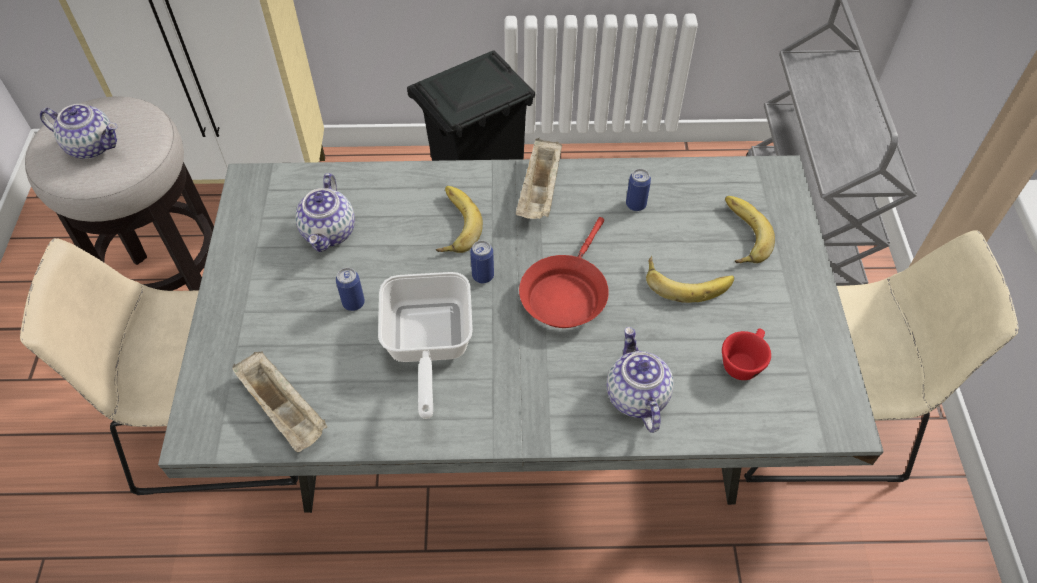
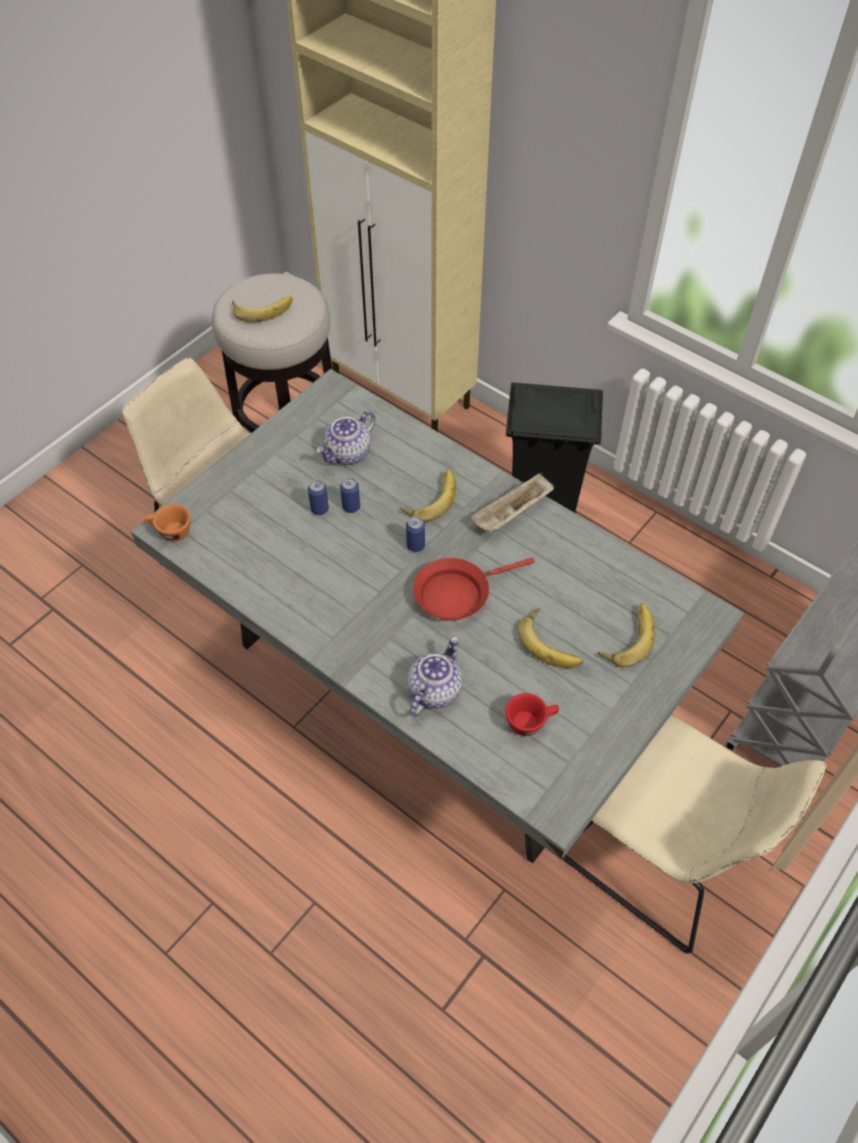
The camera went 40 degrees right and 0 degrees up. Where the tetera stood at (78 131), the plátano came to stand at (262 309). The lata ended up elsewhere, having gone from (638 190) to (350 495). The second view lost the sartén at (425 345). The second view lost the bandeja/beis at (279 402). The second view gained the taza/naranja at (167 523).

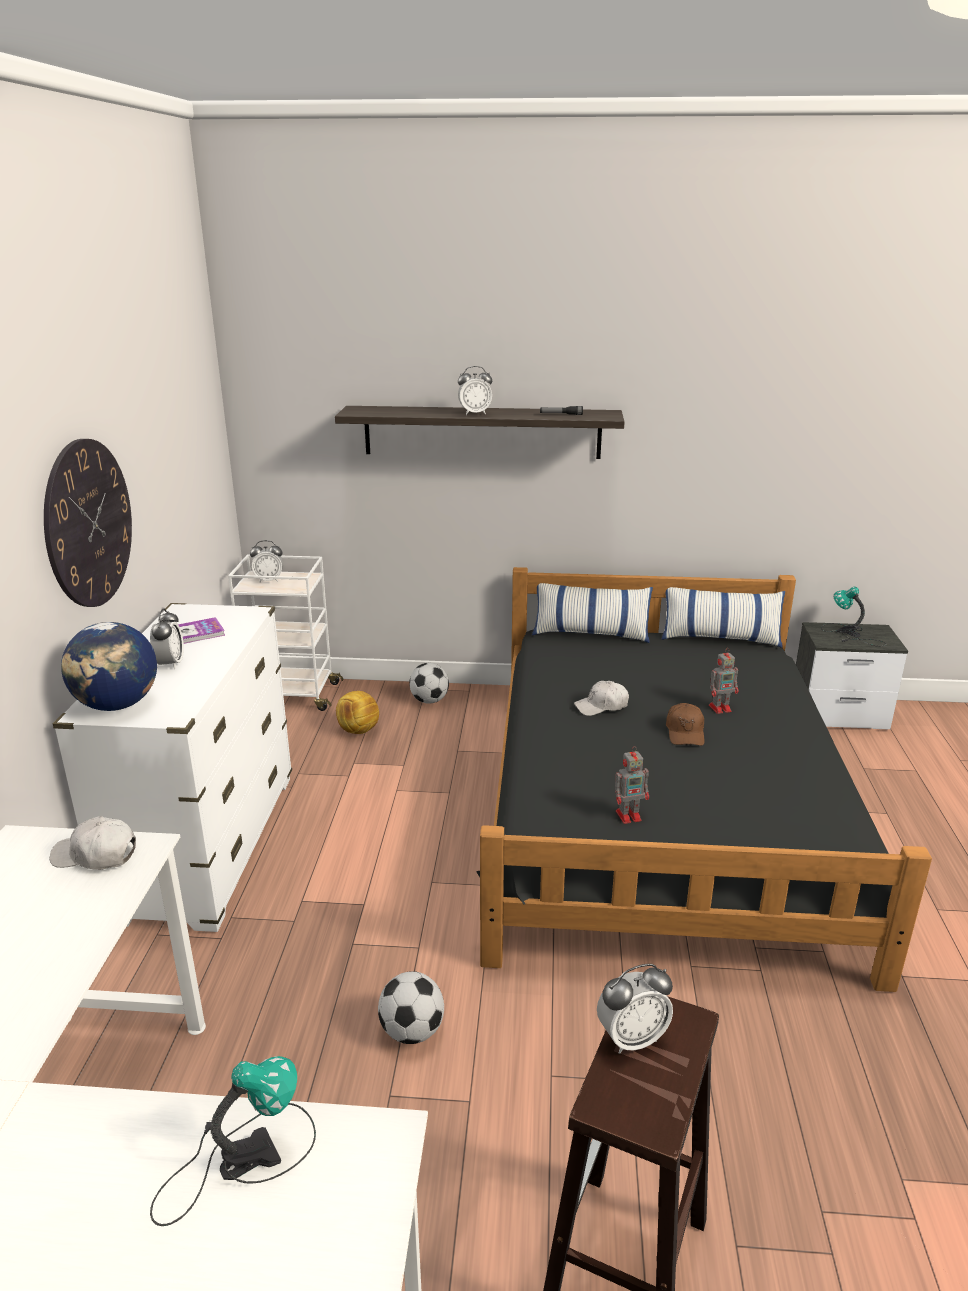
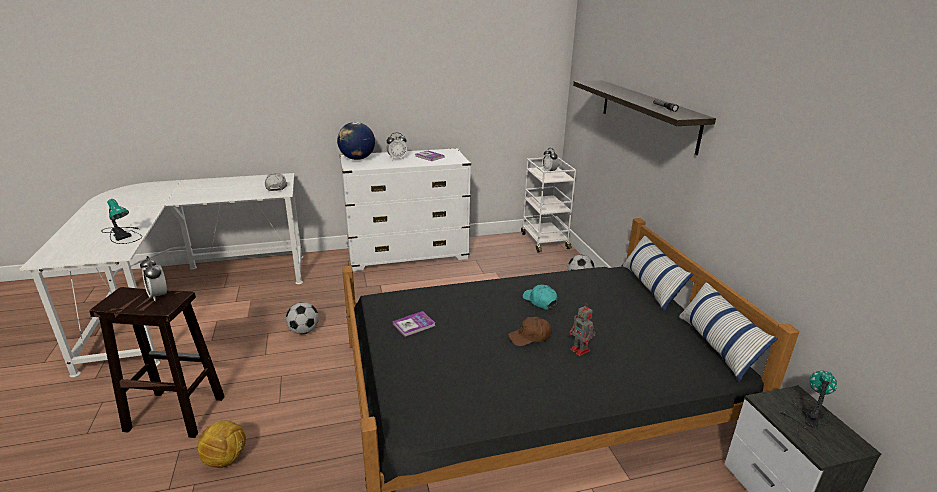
The camera went 70 degrees right and 0 degrees up. The second view lost the despertador at (475 390). The second view lost the reloj de pared at (88 523). What was the gorra/blanco at (601 698) turned into the gorra/turquesa at (540 297). The balón de fútbol ended up elsewhere, having gone from (357 712) to (222 444). Where the robot de juguete stood at (632 785), the libro came to stand at (414 324).

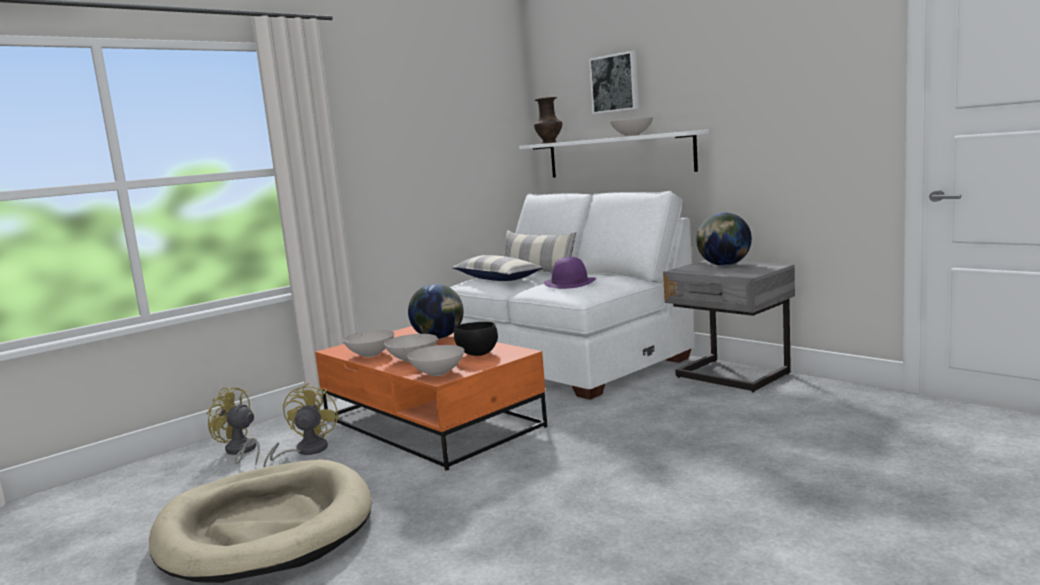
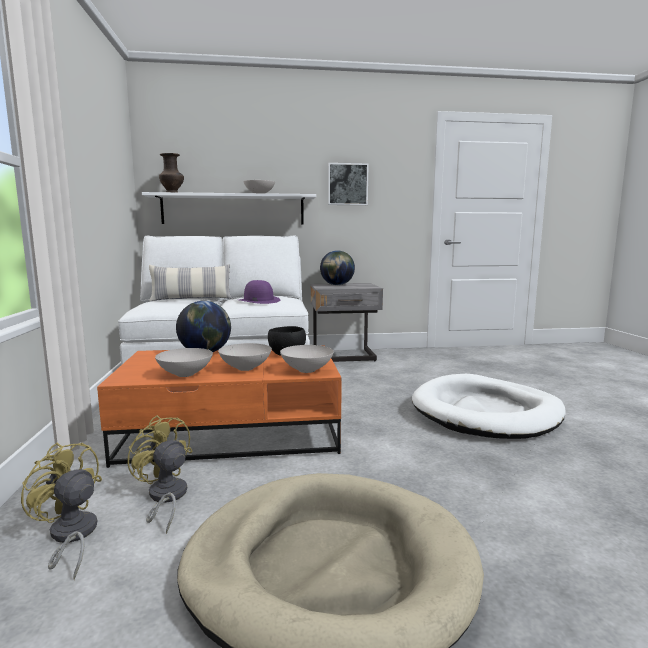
The camera went 55 degrees left and 0 degrees up. The cuadro ended up elsewhere, having gone from (614 82) to (348 184). The second view lost the cojín at (497 268). The ventilador/amarillo at (233 426) ended up facing another way, 60 degrees clockwise from before. The second view gained the cama para perro/blanco at (489 406).

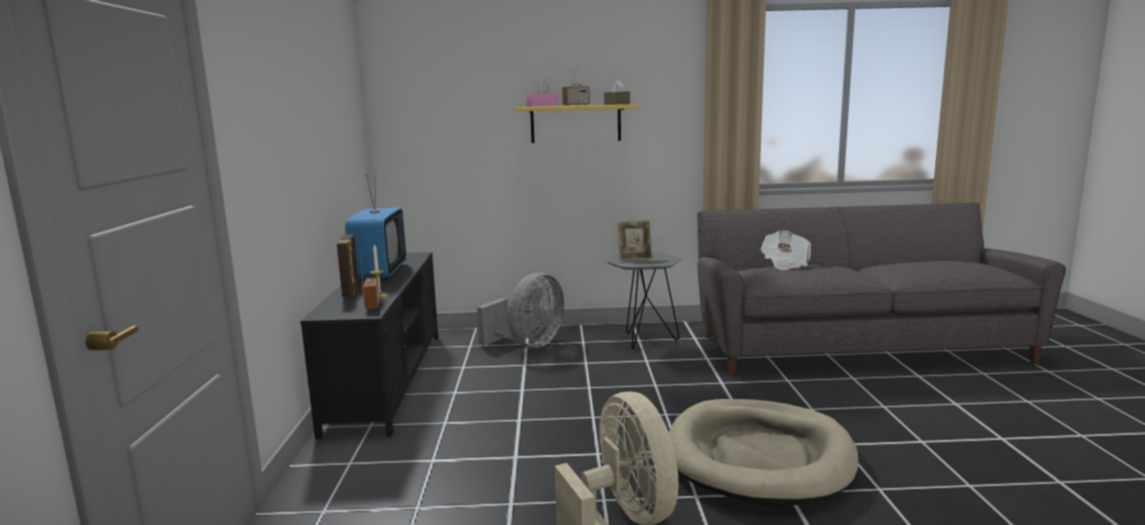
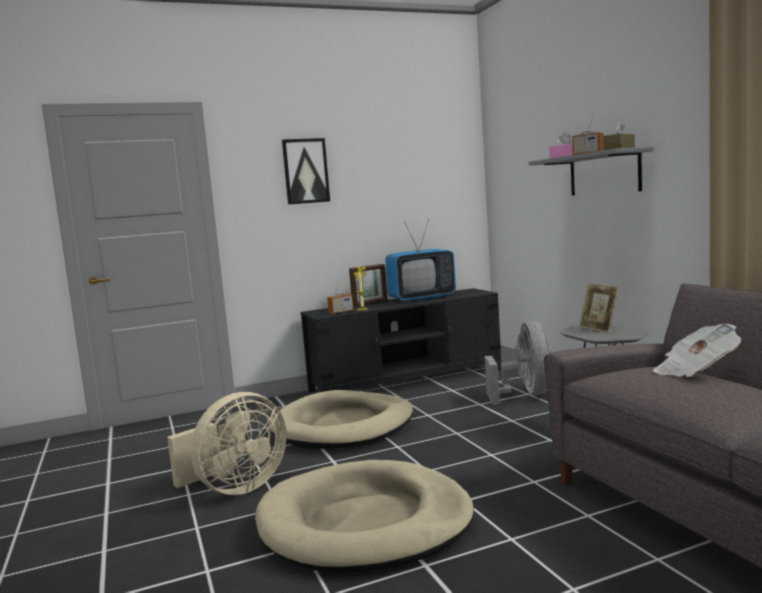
The camera went 70 degrees right and 5 degrees down. What was the estante/amarillo at (577 123) turned into the estante/gris at (591 171). The ventilador/gris at (520 310) ended up facing another way, 105 degrees counterclockwise from before. The second view gained the cuadro at (306 171). The second view gained the cama para perro/beis at (341 419).

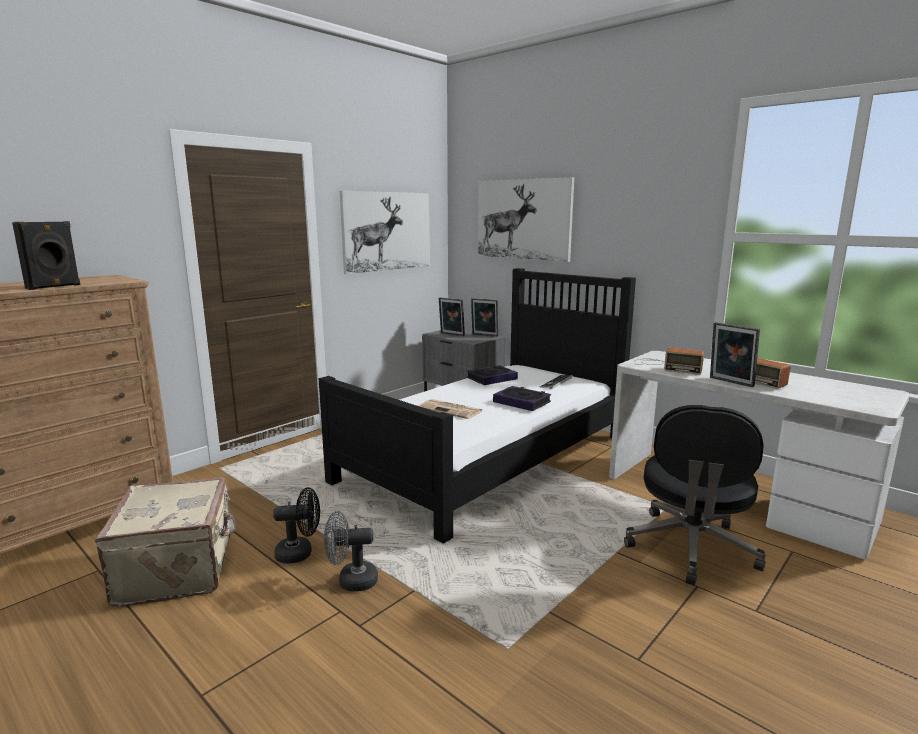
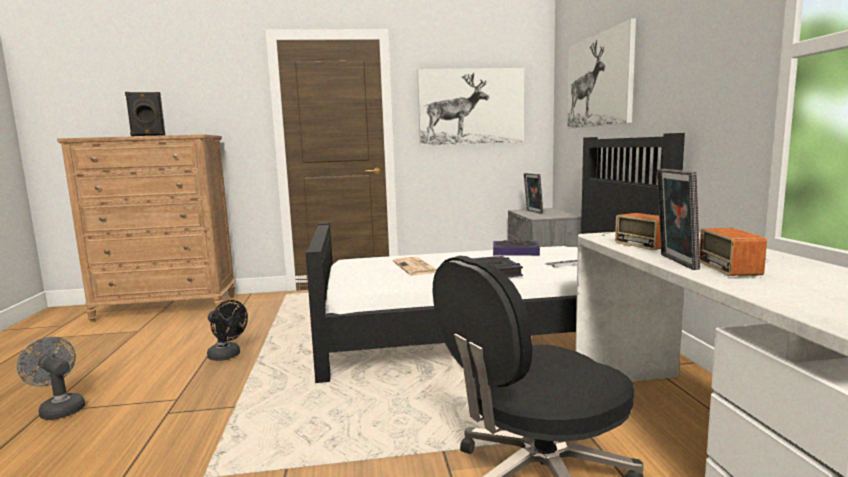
The camera went 40 degrees right and 5 degrees down. The second view lost the portarretratos at (485 317). The second view lost the maleta/beis at (166 542). The ventilador/gris ended up elsewhere, having gone from (351 551) to (51 378).

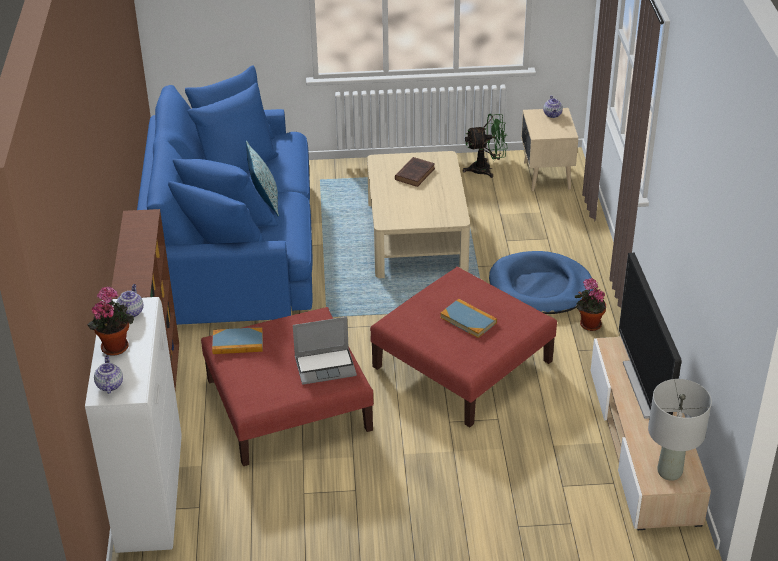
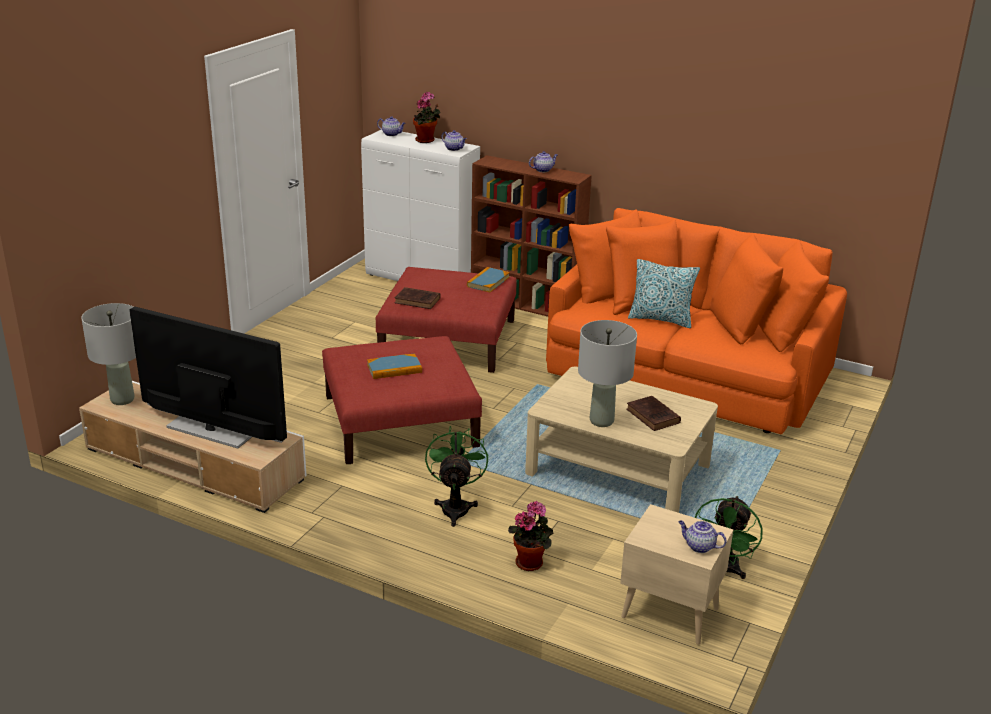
The camera went 120 degrees right and 10 degrees down. What was the sofá/azul at (225 195) turned into the sofá/naranja at (696 321). Where the cama para perro/azul stood at (541 282), the ventilador/verde came to stand at (456 476). The planta en maceta ended up elsewhere, having gone from (590 304) to (530 536). Where the portátil stood at (325 350), the libro/marrón came to stand at (417 298). The second view gained the tetera at (543 161). The second view gained the lámpara de mesa/gris at (607 373).

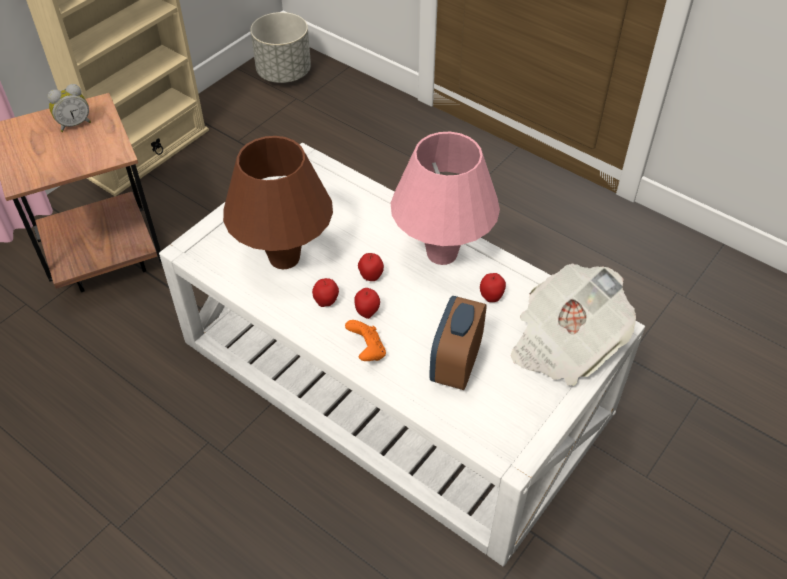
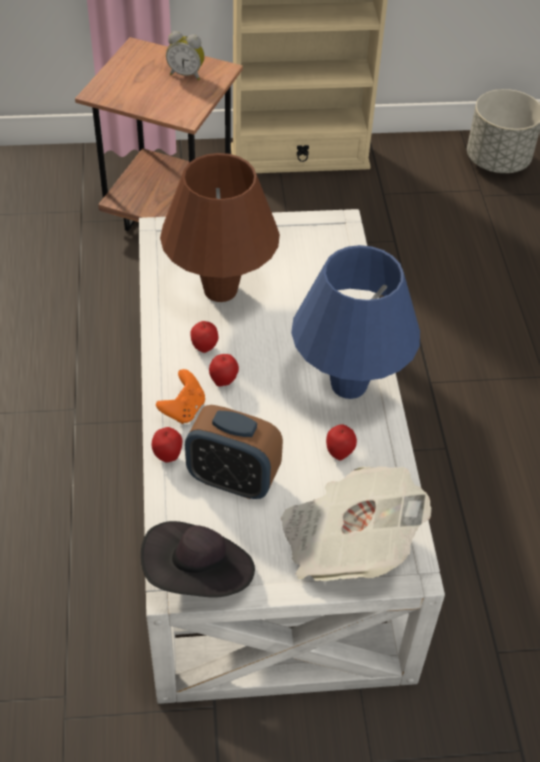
The camera went 45 degrees right and 0 degrees up. What was the lámpara de mesa/rosa at (445 198) turned into the lámpara de mesa/azul at (355 322). The manzana ended up elsewhere, having gone from (371 267) to (167 444). The despertador at (458 343) ended up facing another way, 135 degrees counterclockwise from before. The second view gained the sombrero/negro at (198 559).

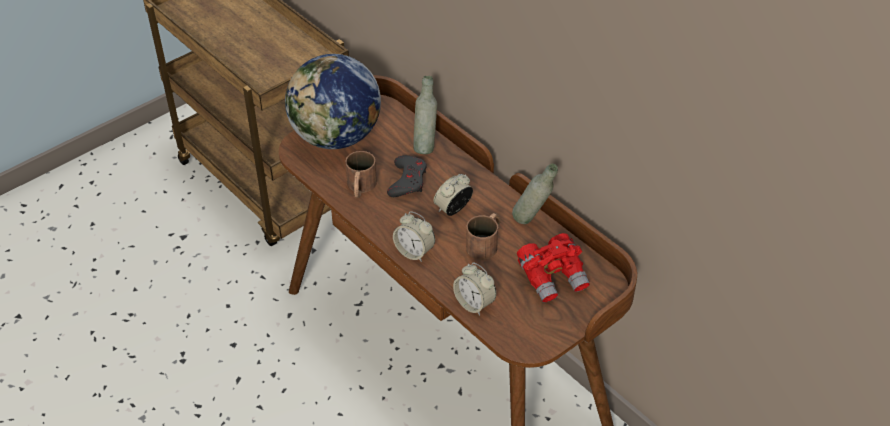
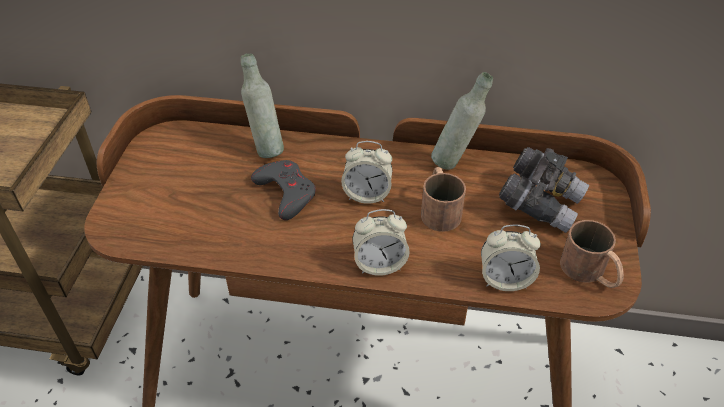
The camera went 40 degrees left and 0 degrees up. The second view lost the globo terráqueo at (333 101). The taza grande/marrón ended up elsewhere, having gone from (361 174) to (592 254). The despertador at (453 195) ended up facing another way, 90 degrees counterclockwise from before. What was the prismáticos/rojo at (553 268) turned into the prismáticos/gris at (544 190).

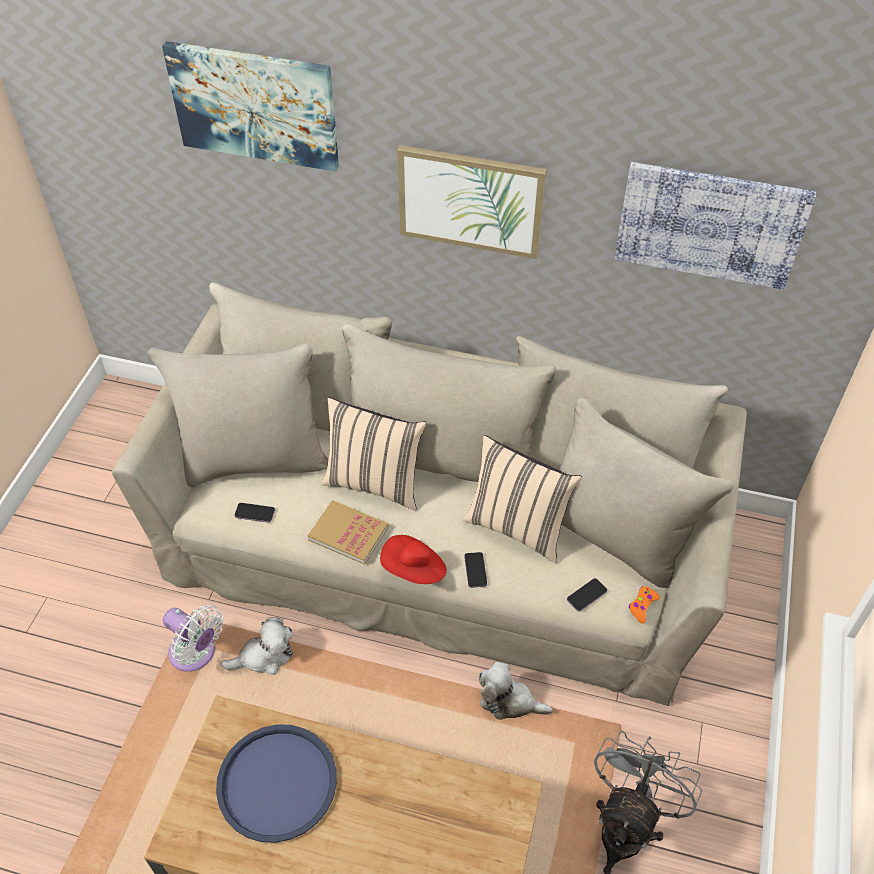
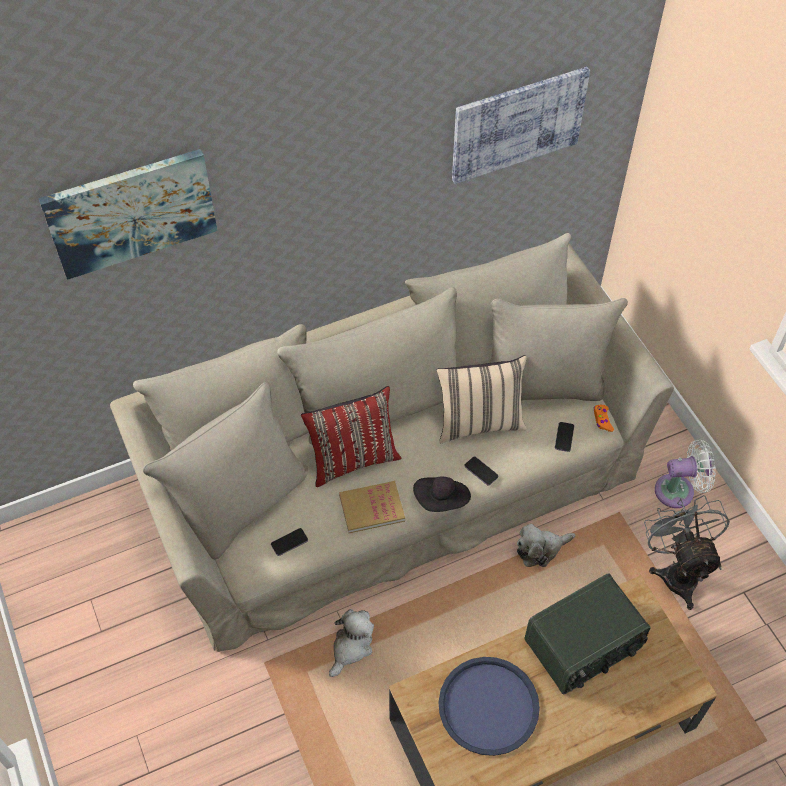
The camera went 40 degrees left and 5 degrees up. The second view lost the cuadro at (471 202). What was the cojín/beis at (373 454) turned into the cojín/rojo at (351 436). What was the sombrero/rojo at (413 559) turned into the sombrero/negro at (442 494). The ventilador/blanco ended up elsewhere, having gone from (193 638) to (685 473). The second view gained the radio at (588 633).

